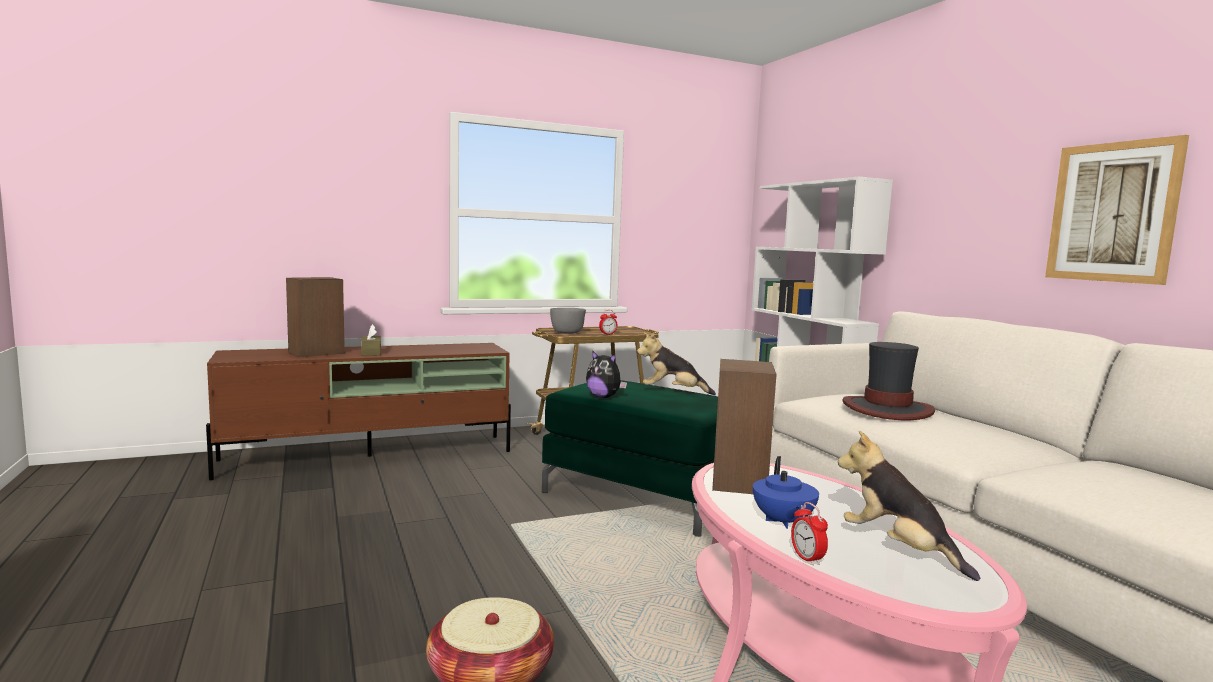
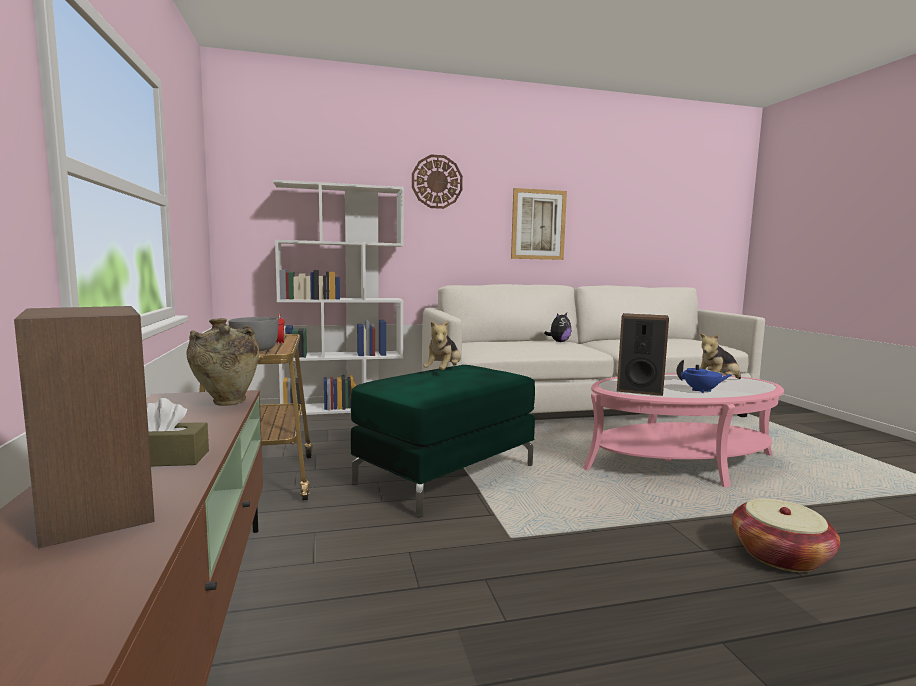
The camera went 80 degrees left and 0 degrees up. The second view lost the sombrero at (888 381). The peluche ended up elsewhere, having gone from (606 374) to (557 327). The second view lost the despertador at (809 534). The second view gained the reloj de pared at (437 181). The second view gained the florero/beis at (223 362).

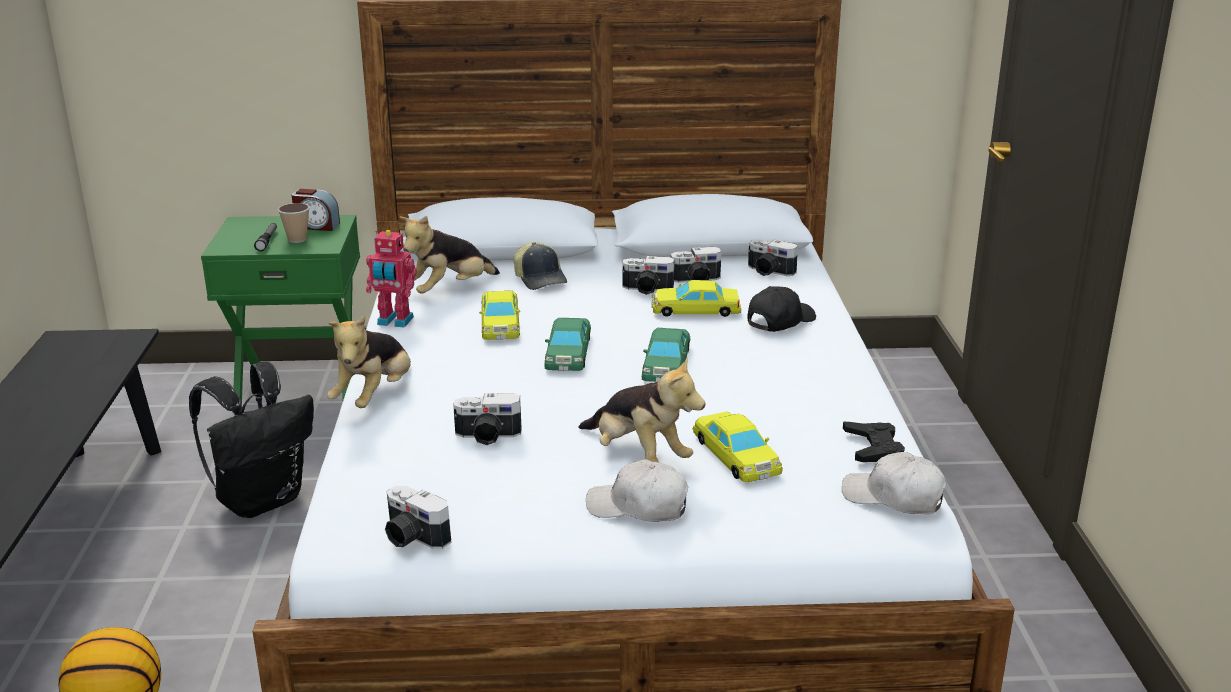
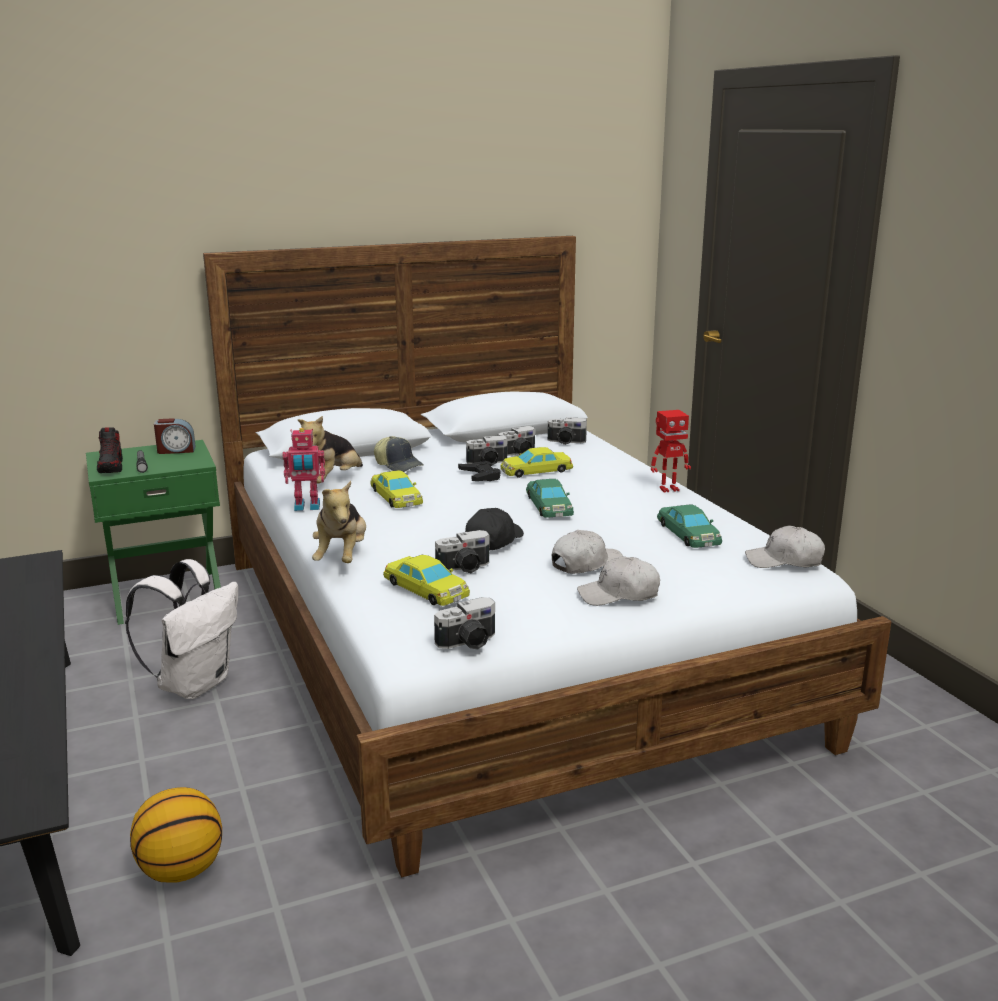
The camera went 20 degrees left and 5 degrees down. The second view lost the taza at (294 223). The gorra/negro ended up elsewhere, having gone from (781 309) to (494 529). The coche de juguete/verde ended up elsewhere, having gone from (567 344) to (689 526). Where the peluche stood at (641 410), the gorra/blanco came to stand at (587 552). What was the mochila/negro at (251 440) turned into the mochila/blanco at (181 629). The coche de juguete/amarillo ended up elsewhere, having gone from (738 446) to (426 580). The mando de consola/negro ended up elsewhere, having gone from (874 442) to (479 471). The cámara at (418 517) ended up facing another way, 45 degrees counterclockwise from before. The second view gained the robot de juguete at (671 451). The second view gained the zapato at (110 450).

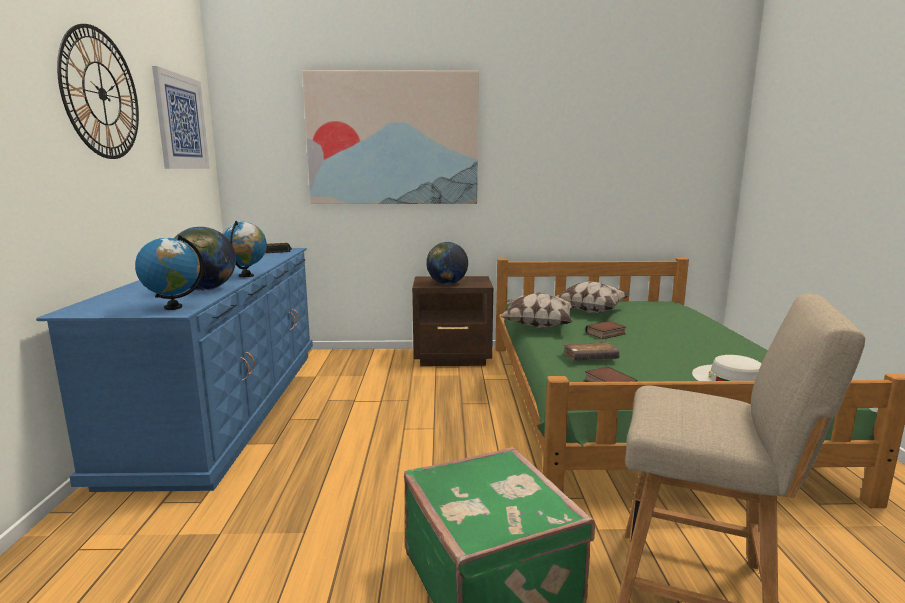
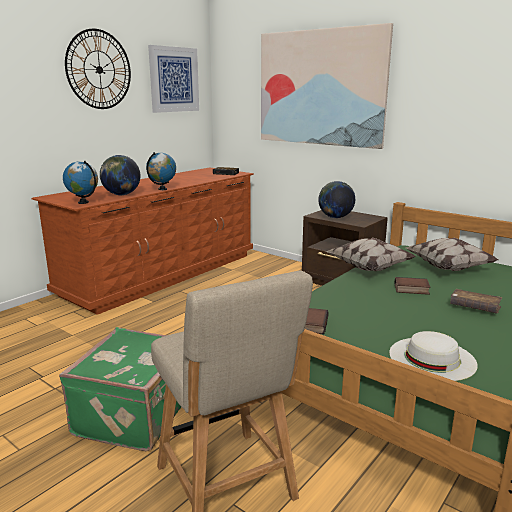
The camera went 40 degrees right and 5 degrees up. What was the cómoda/azul at (174 370) turned into the cómoda/marrón at (143 241). The libro/marrón ended up elsewhere, having gone from (591 351) to (476 301).

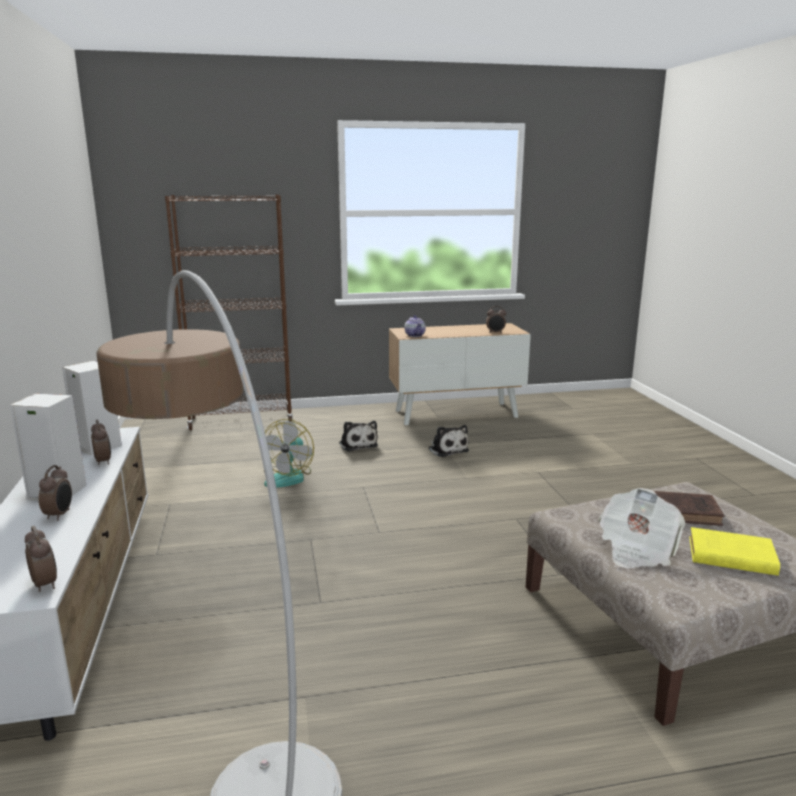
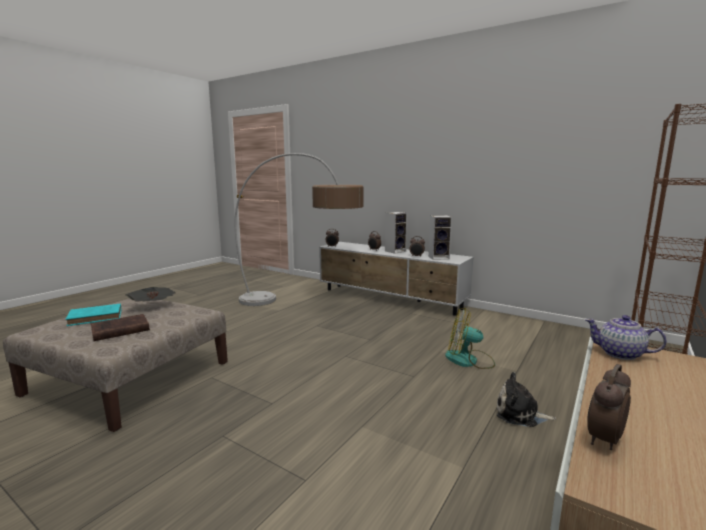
The camera went 135 degrees right and 5 degrees down. The ventilador at (289 453) ended up facing another way, 45 degrees counterclockwise from before. The second view lost the peluche at (448 441). What was the libro/amarillo at (734 551) turned into the libro/turquesa at (93 315).

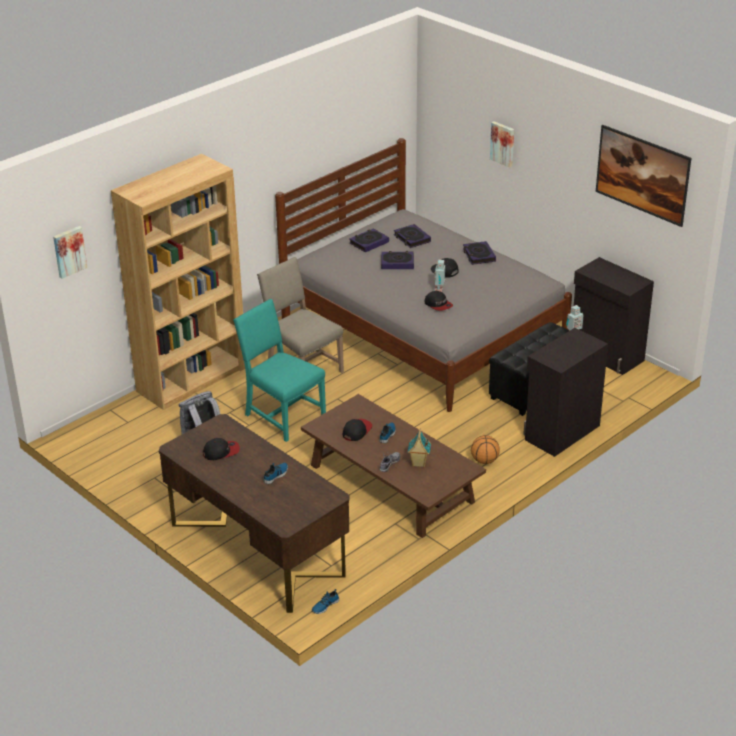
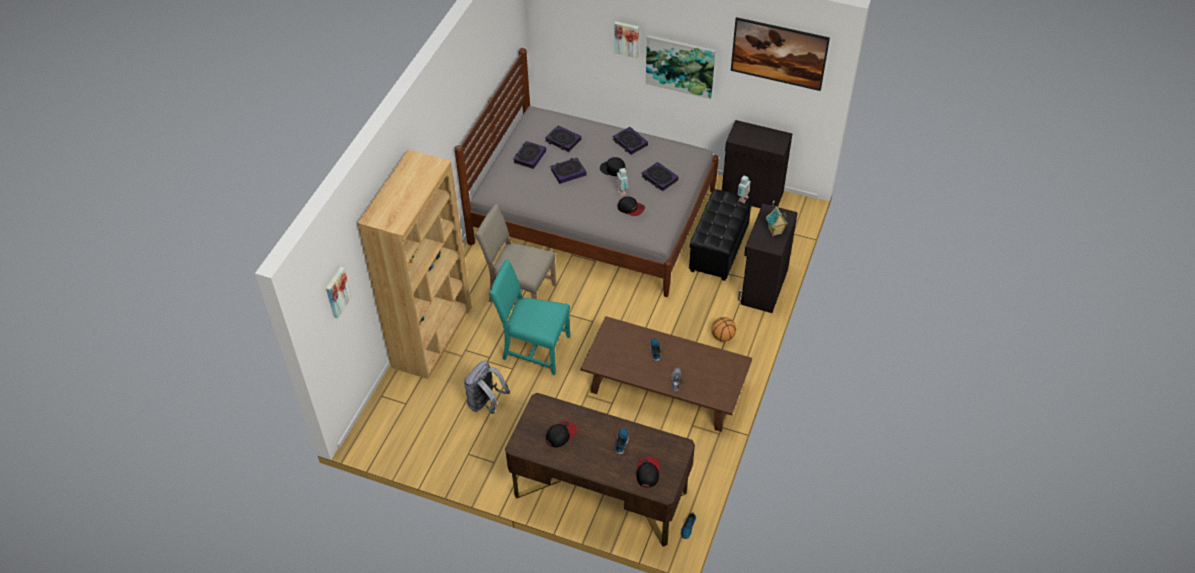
The camera went 25 degrees left and 15 degrees up. The gorra ended up elsewhere, having gone from (357 430) to (648 472). The casita ended up elsewhere, having gone from (419 448) to (777 221). The second view gained the cuadro at (680 67). The second view gained the libro at (660 176).

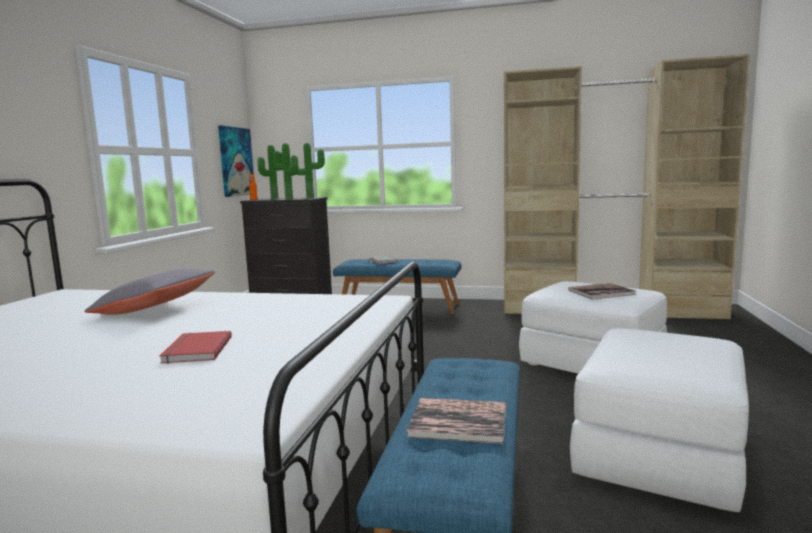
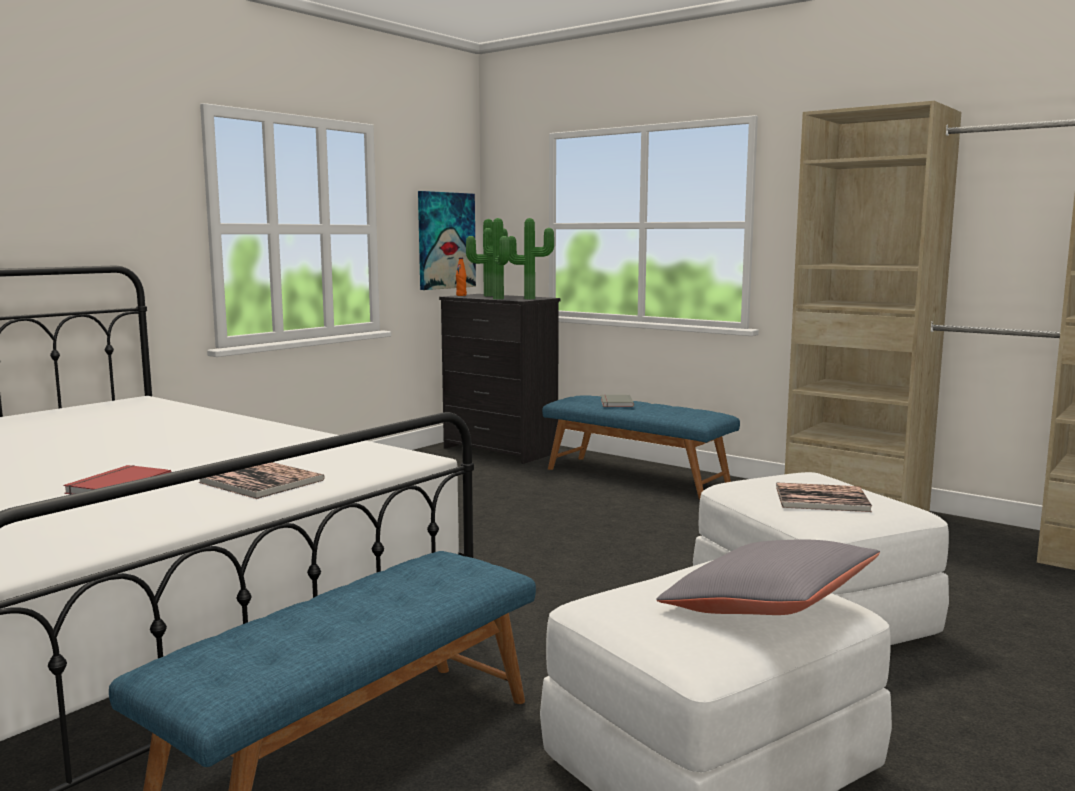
The camera went 25 degrees right and 0 degrees up. The cojín/gris ended up elsewhere, having gone from (149 292) to (768 577). The libro ended up elsewhere, having gone from (456 421) to (261 480).

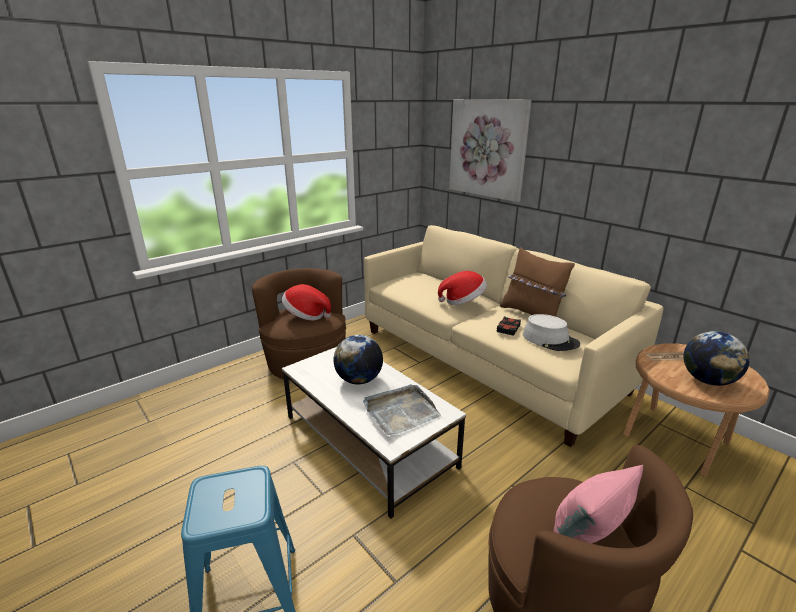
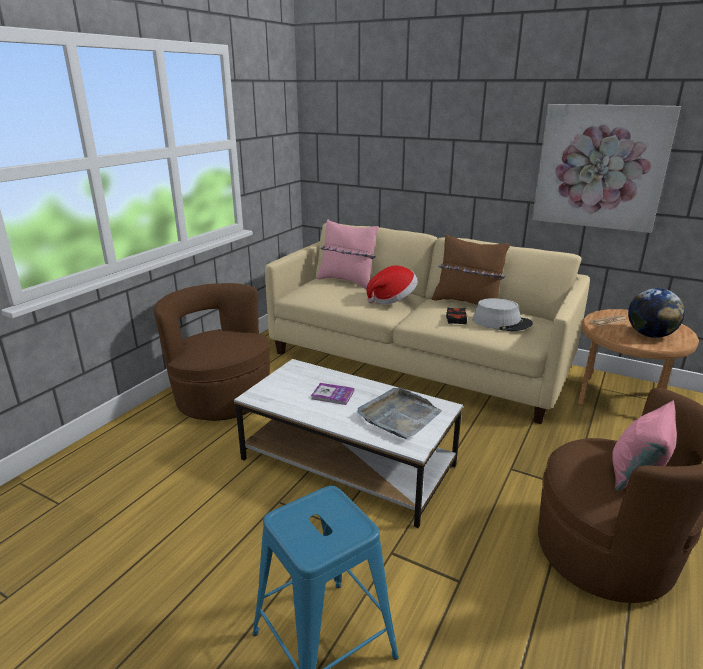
The camera went 20 degrees left and 0 degrees up. The cuadro ended up elsewhere, having gone from (490 150) to (606 168). The second view lost the sombrero at (306 302). Where the globo terráqueo stood at (358 360), the libro came to stand at (332 394). The second view gained the cojín/rosa at (348 254).

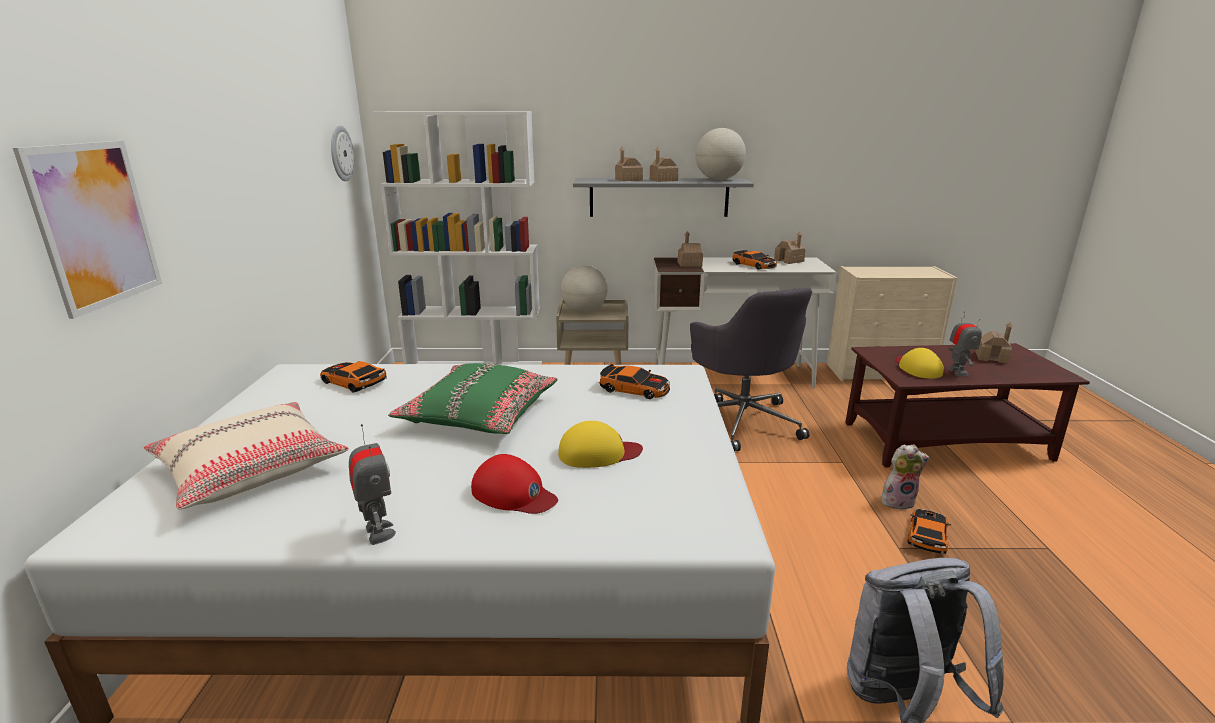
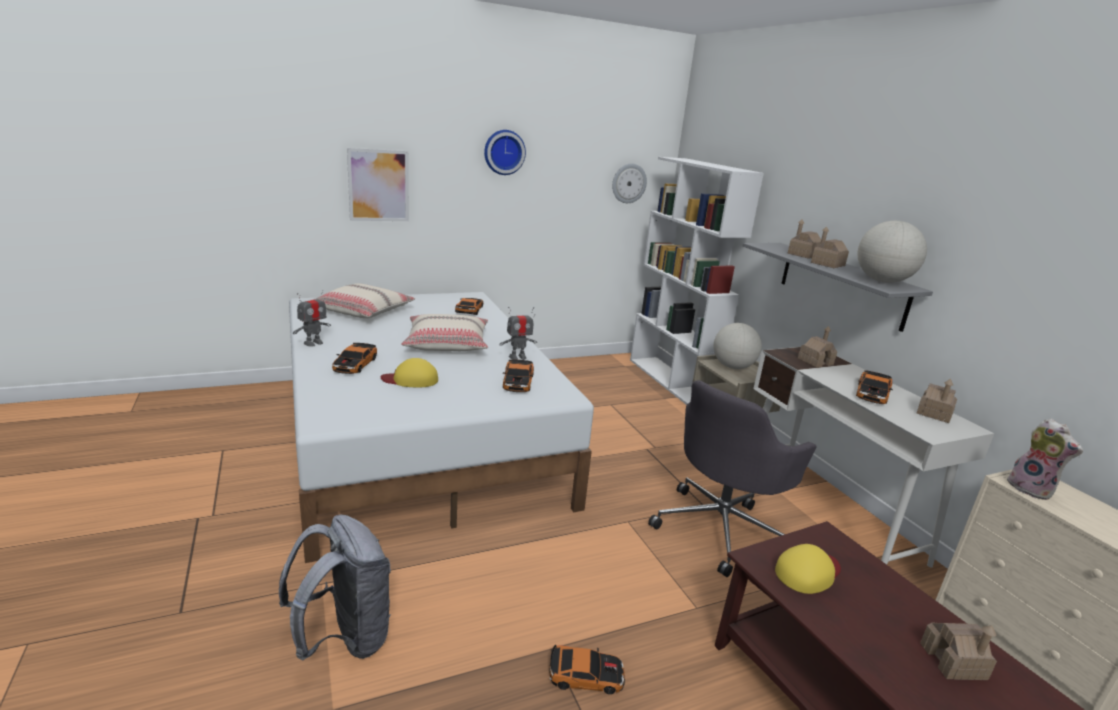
The camera went 65 degrees right and 0 degrees up. The robot de juguete ended up elsewhere, having gone from (965 343) to (518 333). What was the cojín/verde at (473 398) turned into the cojín/beis at (444 332). The gorra/amarillo at (600 444) ended up facing another way, 120 degrees clockwise from before. The peluche ended up elsewhere, having gone from (905 477) to (1044 459). Where the gorra/rojo stood at (514 484), the coche de juguete came to stand at (354 358). The second view gained the reloj de pared at (505 152).

